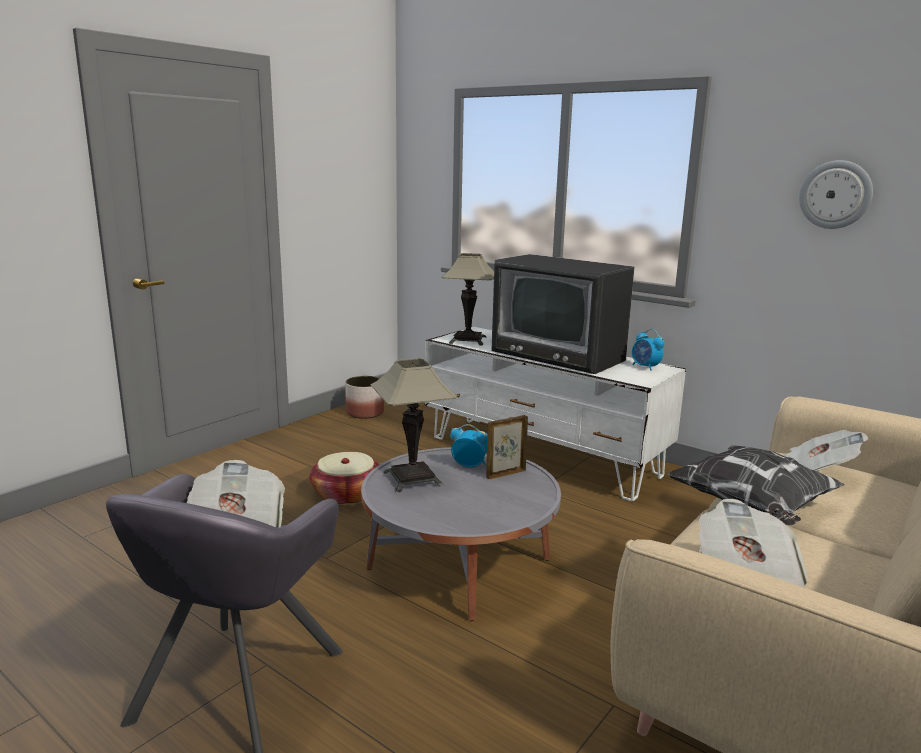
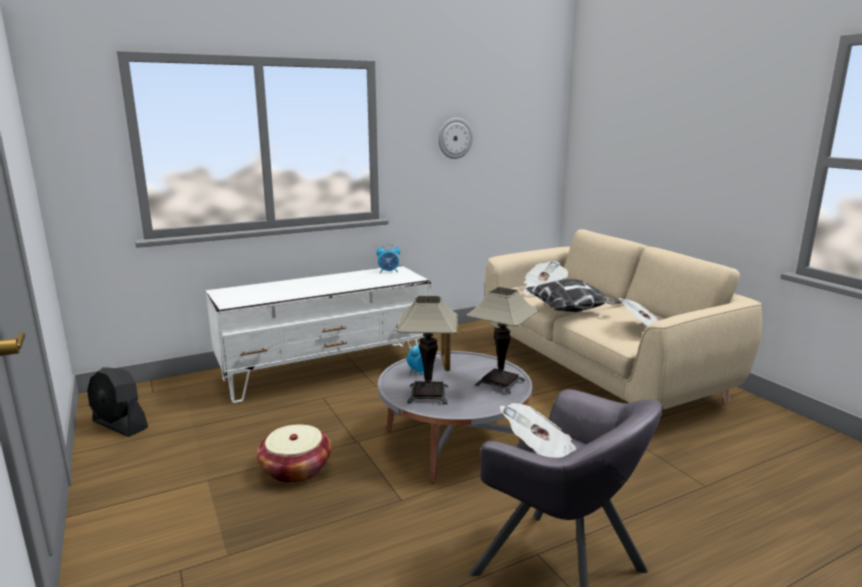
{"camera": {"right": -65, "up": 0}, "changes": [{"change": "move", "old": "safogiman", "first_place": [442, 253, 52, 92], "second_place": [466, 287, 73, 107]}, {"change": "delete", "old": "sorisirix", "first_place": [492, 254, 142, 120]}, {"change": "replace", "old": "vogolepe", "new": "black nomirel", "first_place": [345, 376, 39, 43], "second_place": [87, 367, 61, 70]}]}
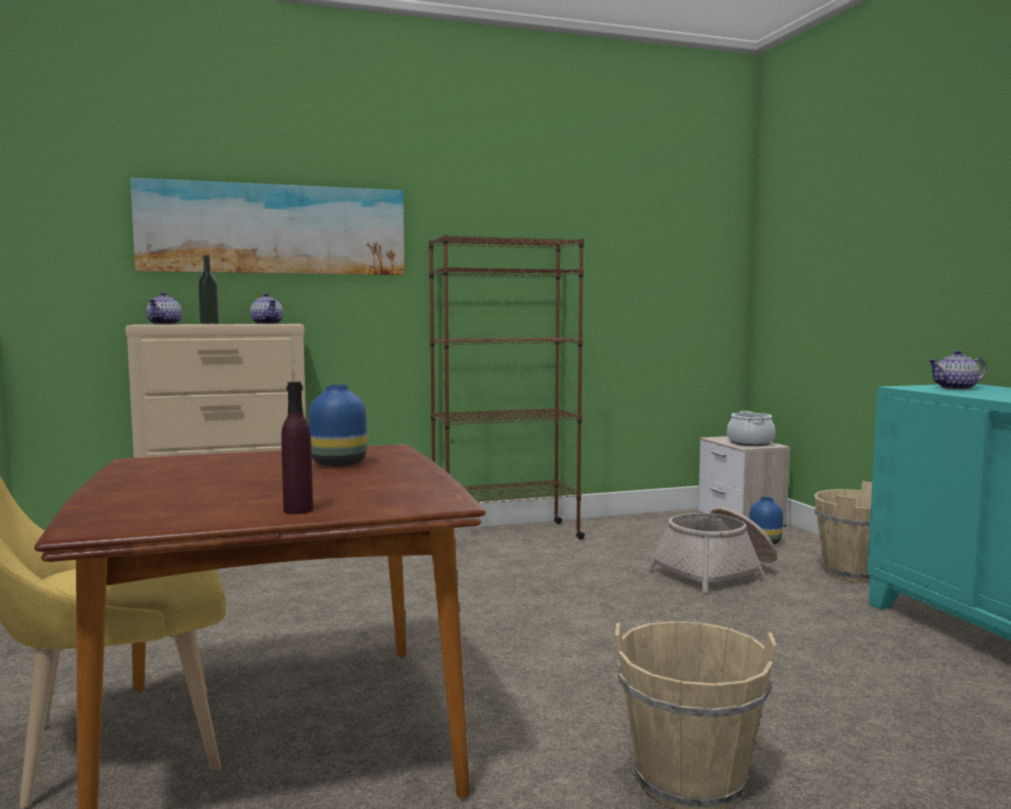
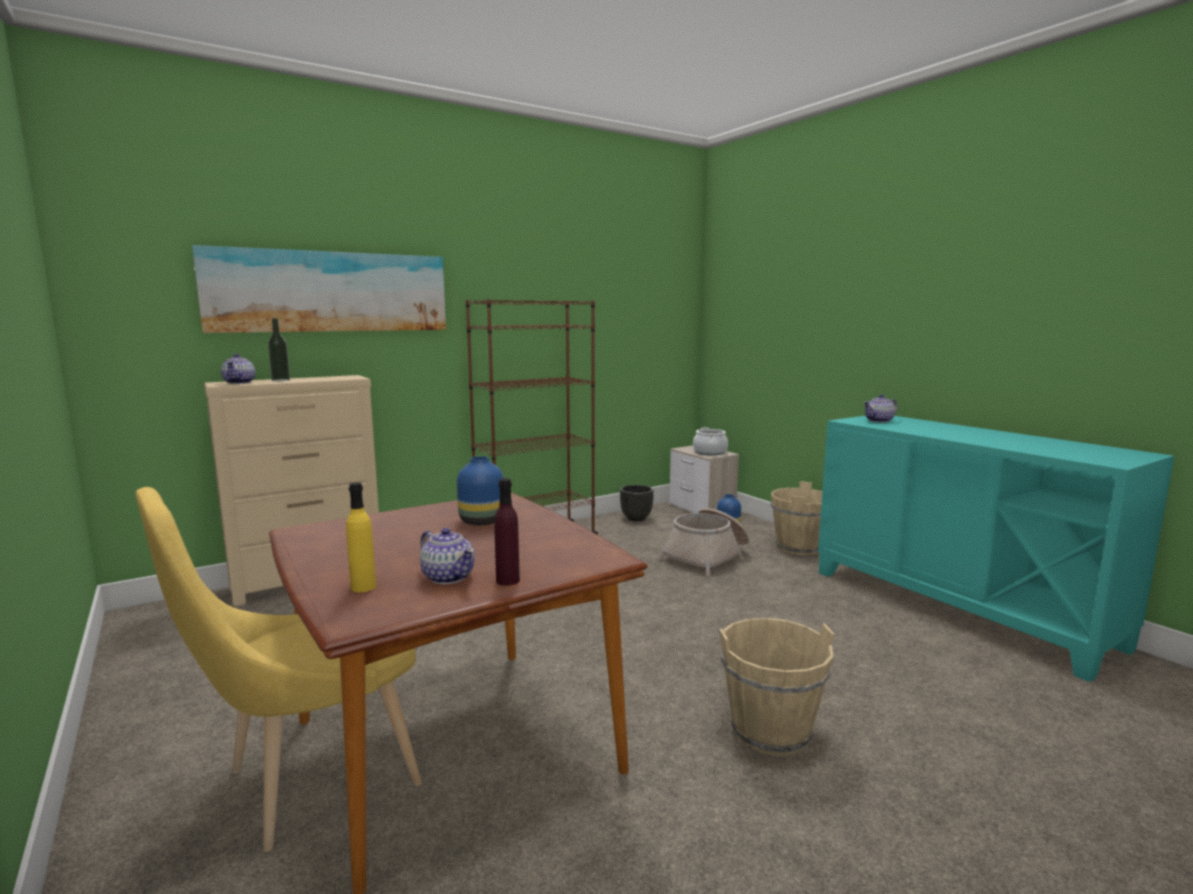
{"camera": {"right": -15, "up": 5}, "changes": [{"change": "move", "old": "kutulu", "first_place": [250, 293, 33, 31], "second_place": [420, 528, 55, 56]}, {"change": "insert", "new": "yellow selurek", "second_place": [346, 482, 30, 110]}, {"change": "insert", "new": "black vogolepe", "second_place": [620, 485, 34, 36]}]}
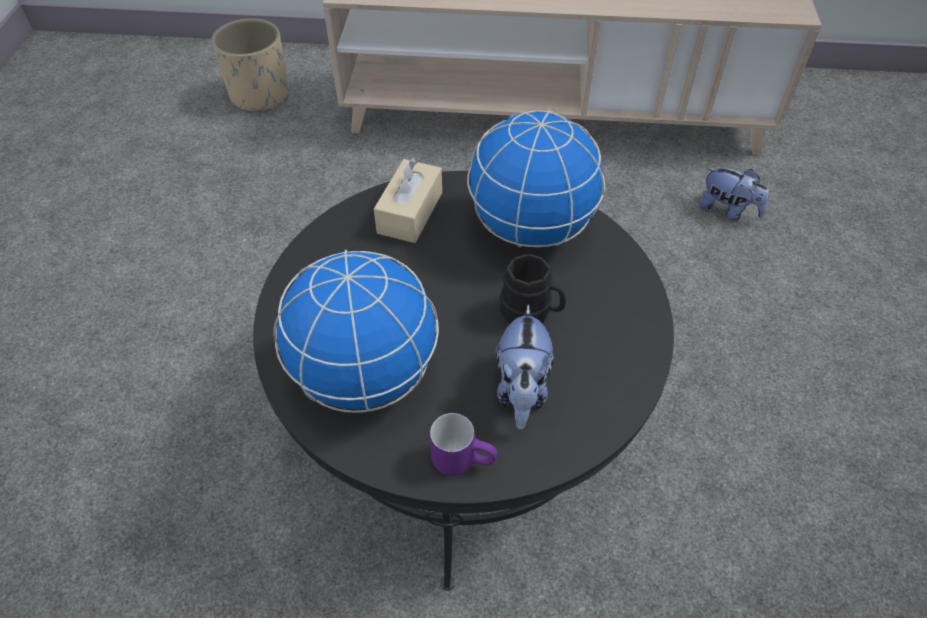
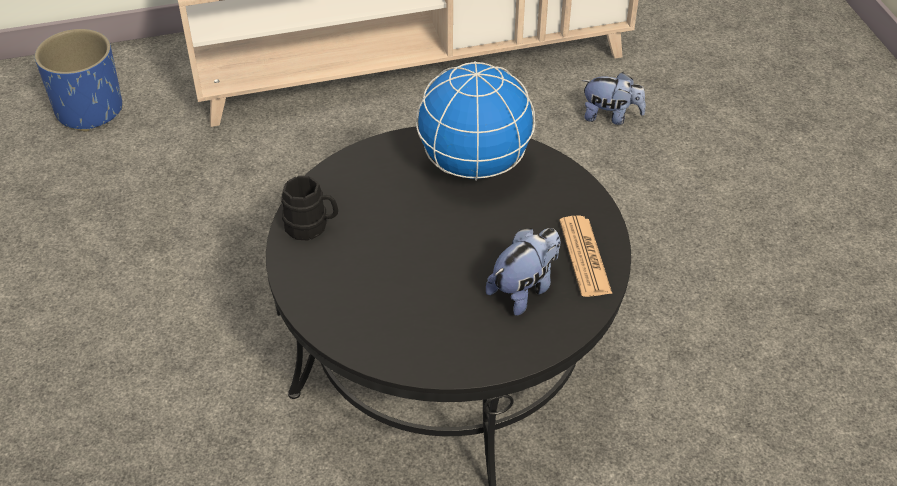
{"camera": {"right": -20, "up": -5}, "changes": [{"change": "recolor", "old": "beige vogolepe", "new": "blue vogolepe", "first_place": [211, 18, 78, 95], "second_place": [35, 29, 88, 102]}, {"change": "delete", "old": "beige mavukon", "first_place": [374, 157, 68, 86]}, {"change": "delete", "old": "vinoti", "first_place": [273, 250, 166, 163]}, {"change": "move", "old": "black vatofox", "first_place": [500, 254, 66, 70], "second_place": [281, 176, 57, 65]}, {"change": "rotate", "old": "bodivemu", "first_place": [495, 304, 59, 126], "second_place": [486, 228, 74, 88], "degrees": -120}, {"change": "delete", "old": "purple vatofox", "first_place": [430, 413, 67, 63]}, {"change": "insert", "new": "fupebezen", "second_place": [559, 216, 53, 81]}]}
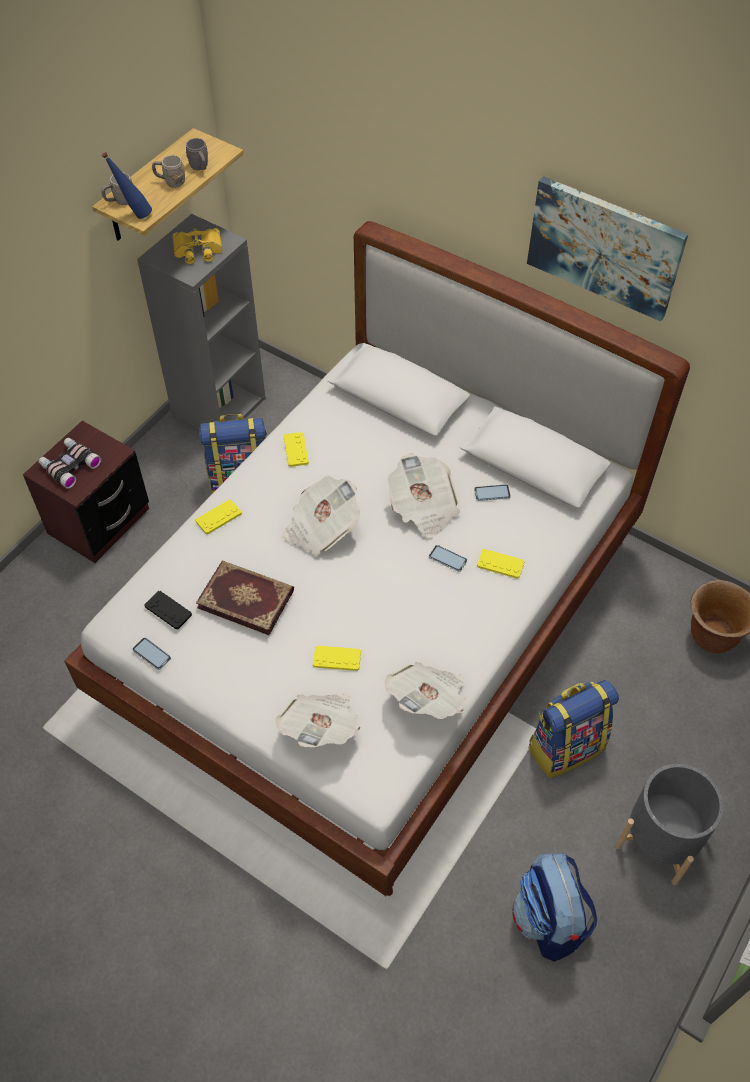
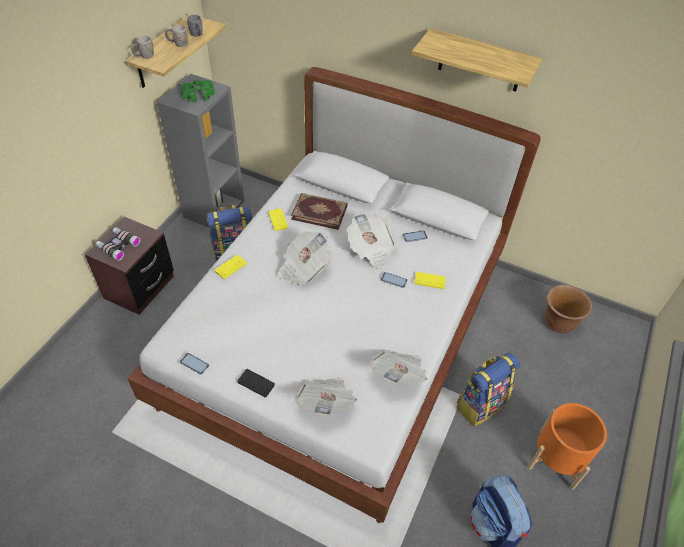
{"camera": {"right": -10, "up": -5}, "changes": [{"change": "delete", "old": "blue selurek", "first_place": [102, 152, 50, 67]}, {"change": "replace", "old": "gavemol", "new": "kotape", "first_place": [527, 176, 161, 145], "second_place": [411, 28, 131, 64]}, {"change": "recolor", "old": "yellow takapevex", "new": "green takapevex", "first_place": [173, 228, 50, 36], "second_place": [180, 79, 35, 24]}, {"change": "move", "old": "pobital", "first_place": [196, 560, 98, 75], "second_place": [291, 193, 57, 37]}, {"change": "move", "old": "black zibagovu", "first_place": [144, 591, 48, 39], "second_place": [237, 369, 38, 28]}, {"change": "delete", "old": "yellow zibagovu", "first_place": [313, 646, 48, 25]}, {"change": "recolor", "old": "grey vogolepe", "new": "orange vogolepe", "first_place": [615, 764, 109, 121], "second_place": [528, 403, 79, 87]}]}
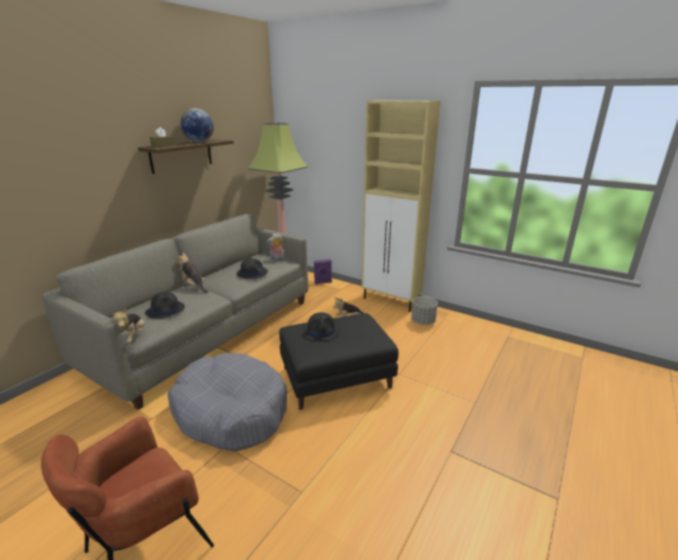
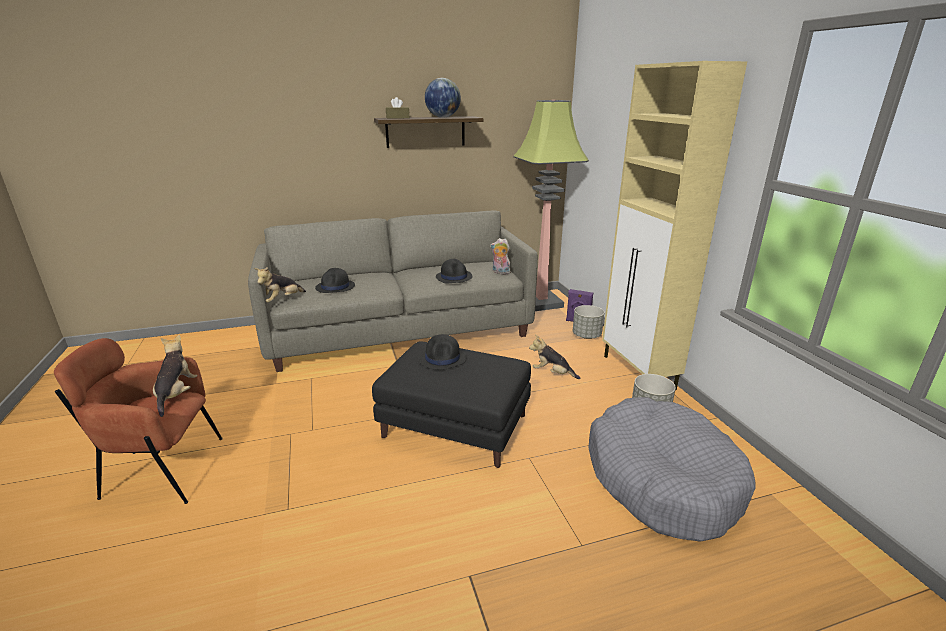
{"camera": {"right": 40, "up": 0}, "changes": [{"change": "move", "old": "bodivemu", "first_place": [178, 253, 30, 40], "second_place": [153, 335, 44, 82]}, {"change": "move", "old": "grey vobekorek", "first_place": [168, 353, 119, 98], "second_place": [588, 397, 168, 145]}, {"change": "insert", "new": "grey vogolepe", "second_place": [573, 305, 31, 34]}]}
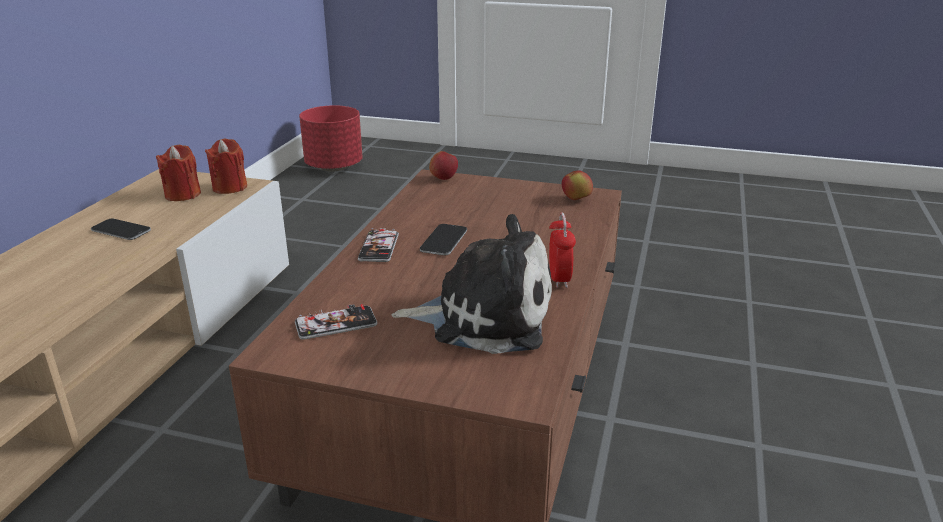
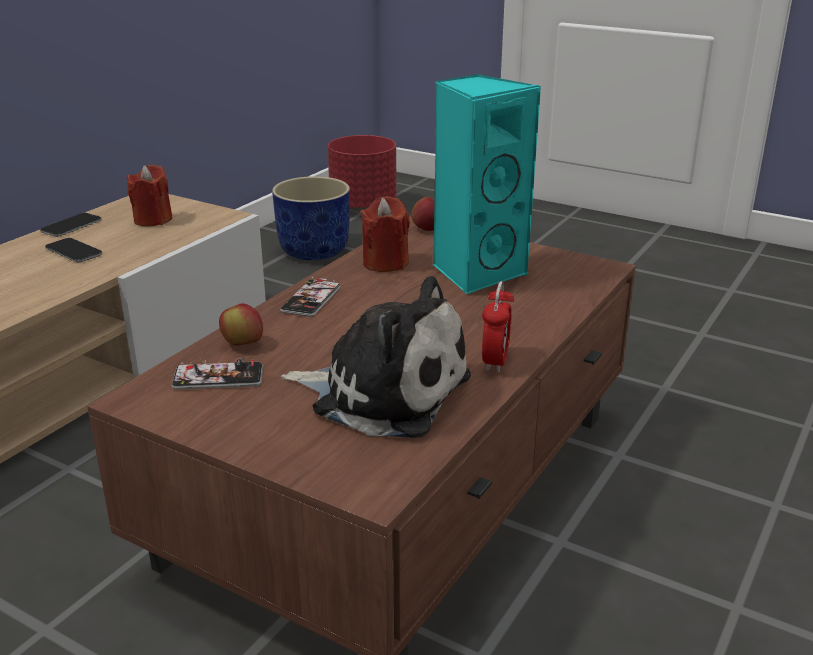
{"camera": {"right": 15, "up": 0}, "changes": [{"change": "move", "old": "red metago", "first_place": [205, 139, 42, 55], "second_place": [361, 196, 49, 76]}, {"change": "move", "old": "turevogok", "first_place": [562, 170, 31, 30], "second_place": [219, 303, 44, 43]}, {"change": "move", "old": "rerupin", "first_place": [420, 224, 47, 31], "second_place": [40, 213, 61, 24]}, {"change": "insert", "new": "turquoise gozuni", "second_place": [433, 74, 108, 220]}, {"change": "insert", "new": "blue vogolepe", "second_place": [272, 176, 78, 84]}]}
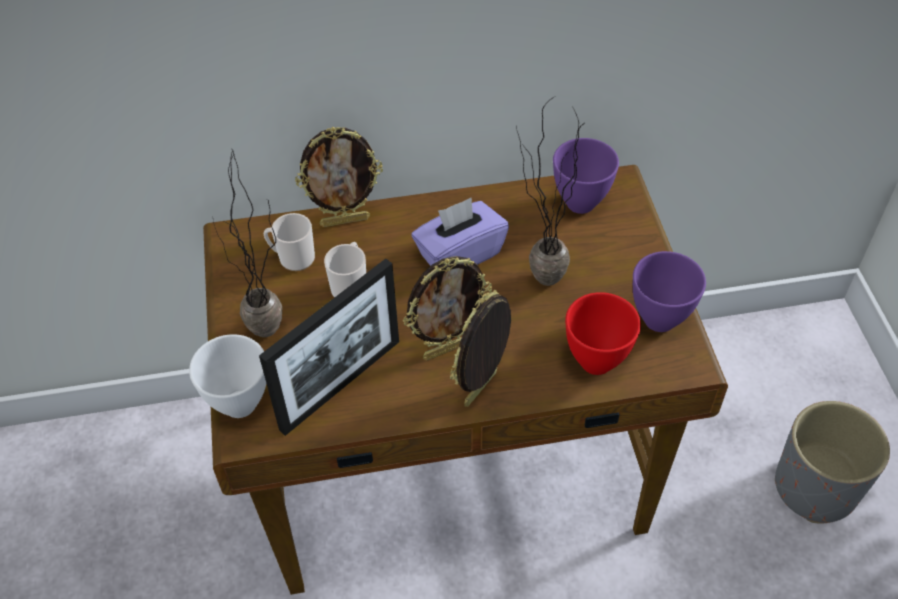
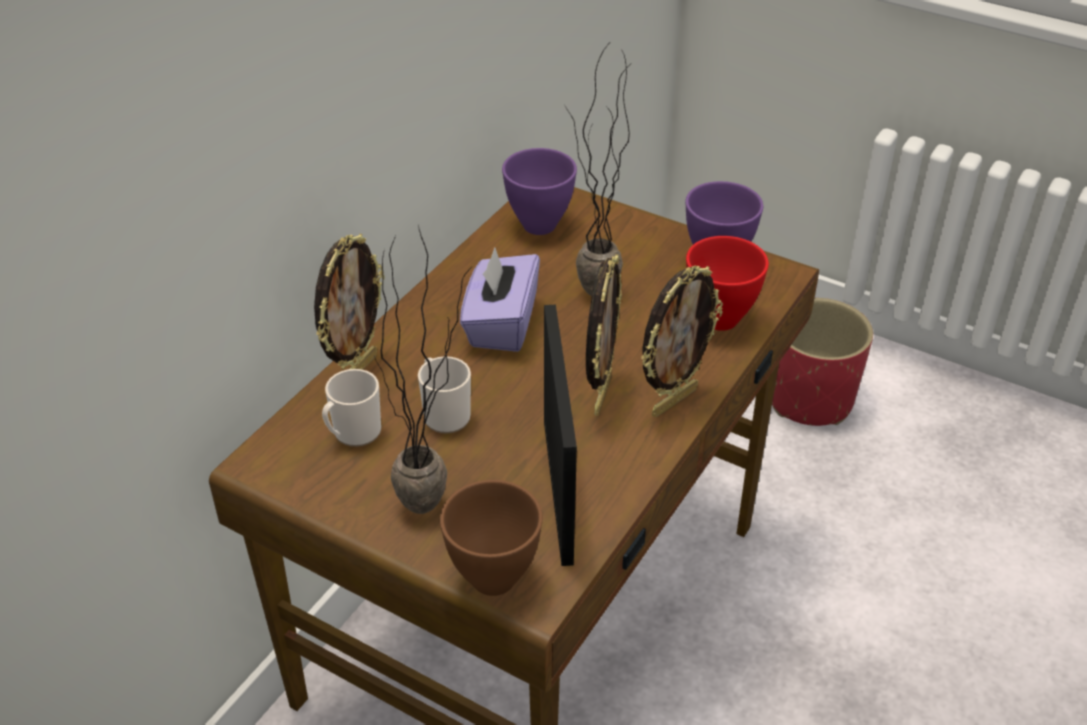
{"camera": {"right": -50, "up": -10}, "changes": [{"change": "rotate", "old": "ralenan", "first_place": [450, 290, 61, 117], "second_place": [641, 265, 82, 153], "degrees": -120}, {"change": "recolor", "old": "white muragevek", "new": "brown muragevek", "first_place": [189, 334, 77, 84], "second_place": [440, 480, 103, 116]}, {"change": "recolor", "old": "grey vogolepe", "new": "red vogolepe", "first_place": [775, 401, 115, 123], "second_place": [772, 298, 101, 128]}]}
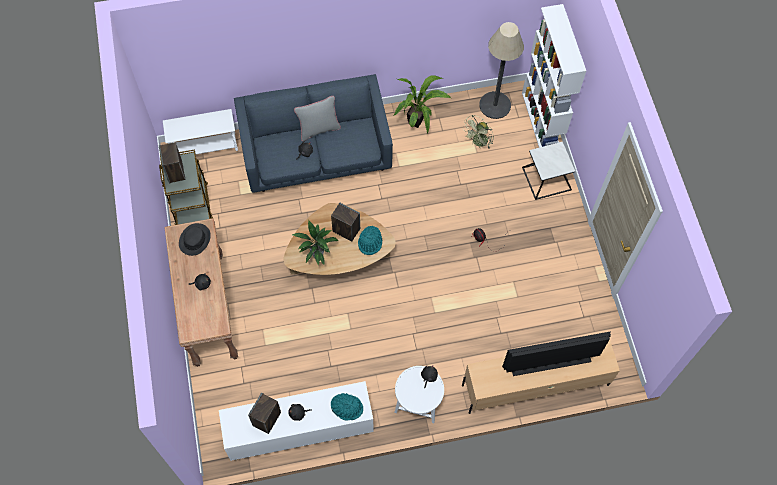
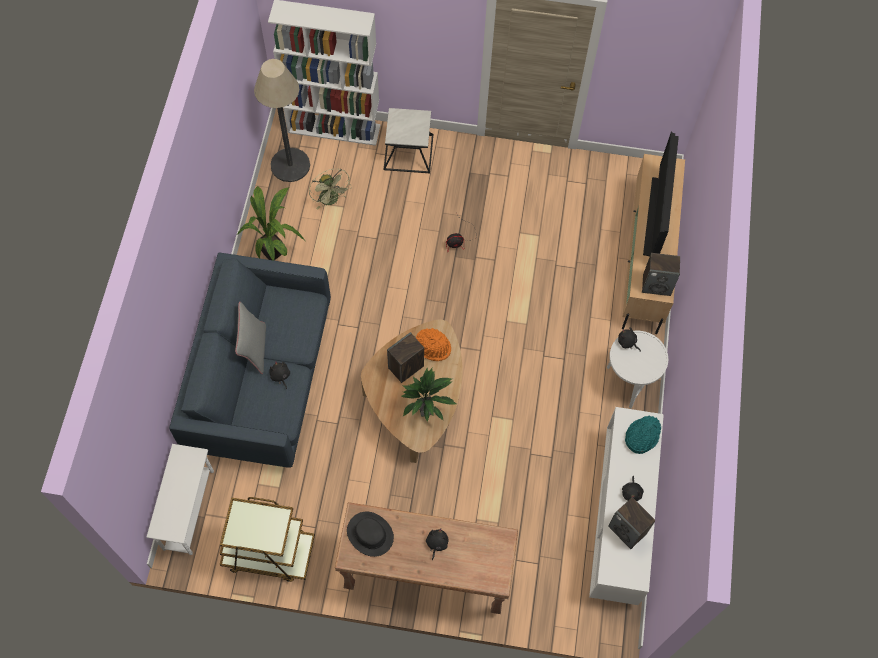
{"camera": {"right": -70, "up": 0}, "changes": [{"change": "move", "old": "gozuni", "first_place": [159, 142, 26, 41], "second_place": [642, 253, 38, 43]}, {"change": "recolor", "old": "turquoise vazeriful", "new": "orange vazeriful", "first_place": [358, 226, 24, 29], "second_place": [416, 328, 35, 33]}]}
